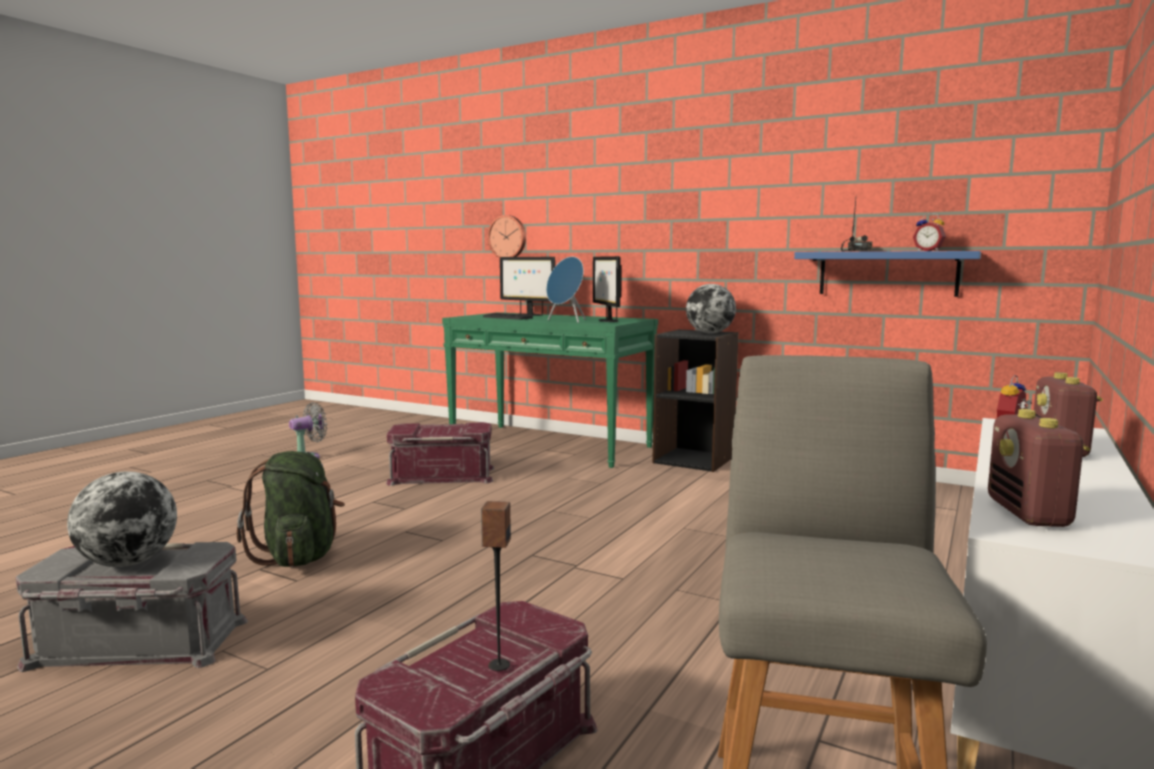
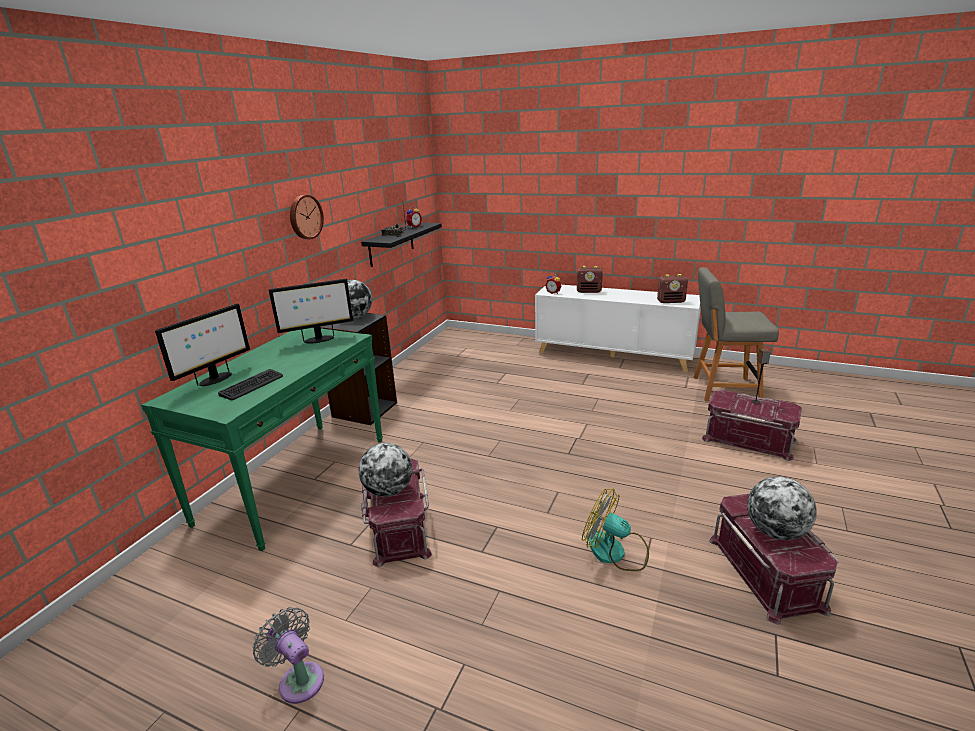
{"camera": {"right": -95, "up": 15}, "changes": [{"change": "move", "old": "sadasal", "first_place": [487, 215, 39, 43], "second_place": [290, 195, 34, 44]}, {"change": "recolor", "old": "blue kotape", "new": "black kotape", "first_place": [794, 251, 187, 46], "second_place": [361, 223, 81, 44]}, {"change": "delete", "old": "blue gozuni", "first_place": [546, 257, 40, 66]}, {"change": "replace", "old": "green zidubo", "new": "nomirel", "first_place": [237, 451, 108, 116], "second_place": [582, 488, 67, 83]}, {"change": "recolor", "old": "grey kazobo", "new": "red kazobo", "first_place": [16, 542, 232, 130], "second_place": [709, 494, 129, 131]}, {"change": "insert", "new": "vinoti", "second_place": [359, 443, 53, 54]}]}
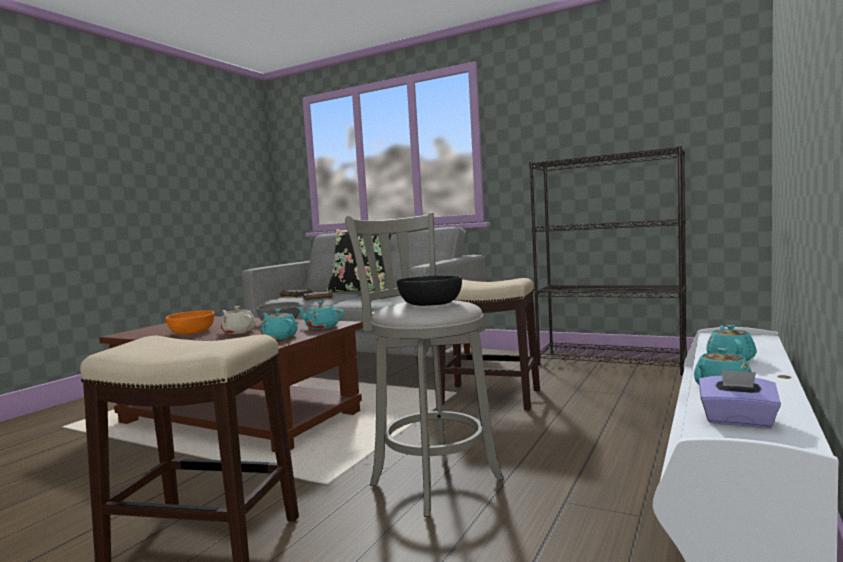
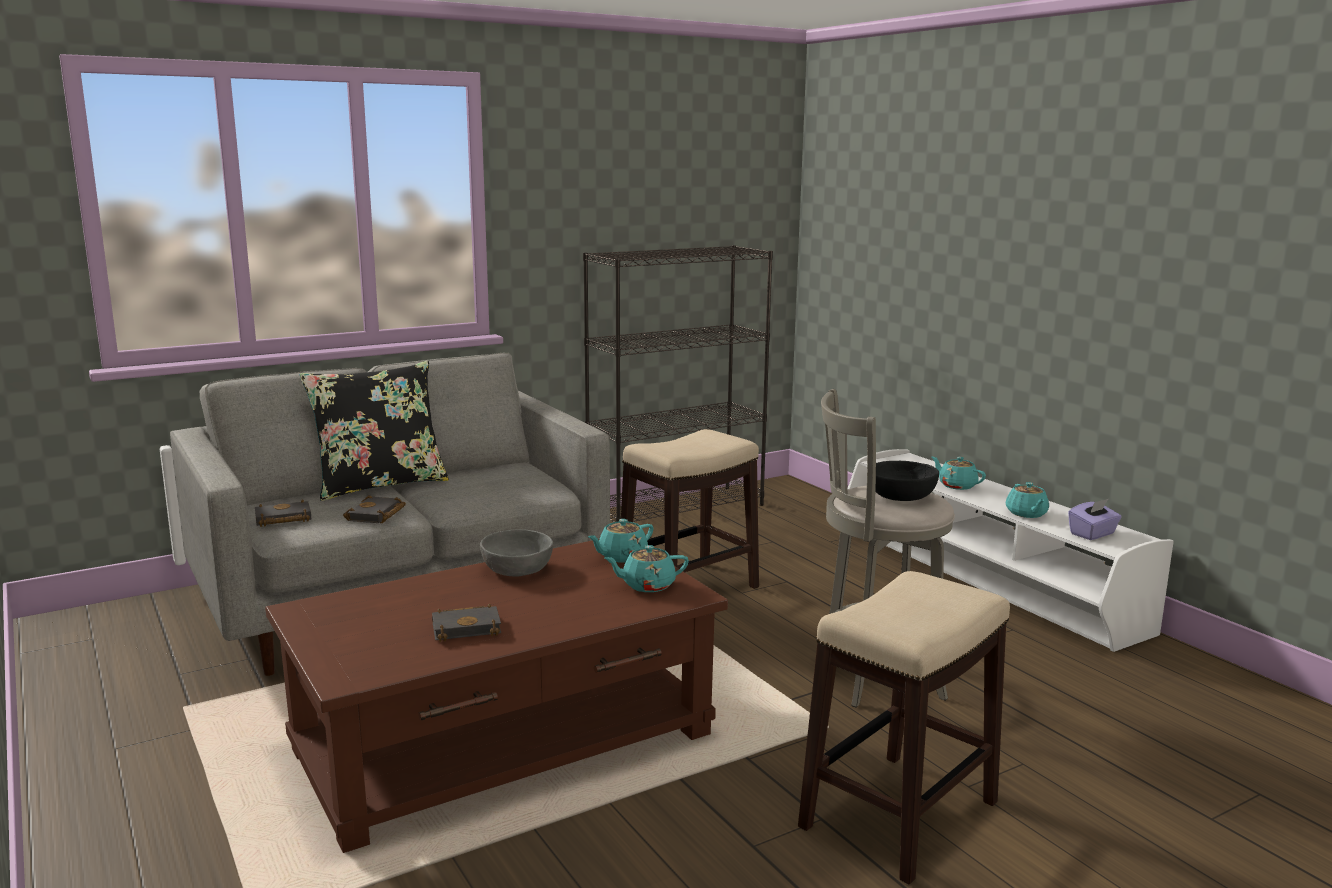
{"camera": {"right": -60, "up": 10}, "changes": [{"change": "delete", "old": "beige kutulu", "first_place": [221, 306, 35, 28]}, {"change": "replace", "old": "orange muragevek", "new": "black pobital", "first_place": [165, 310, 49, 24], "second_place": [432, 604, 69, 38]}]}
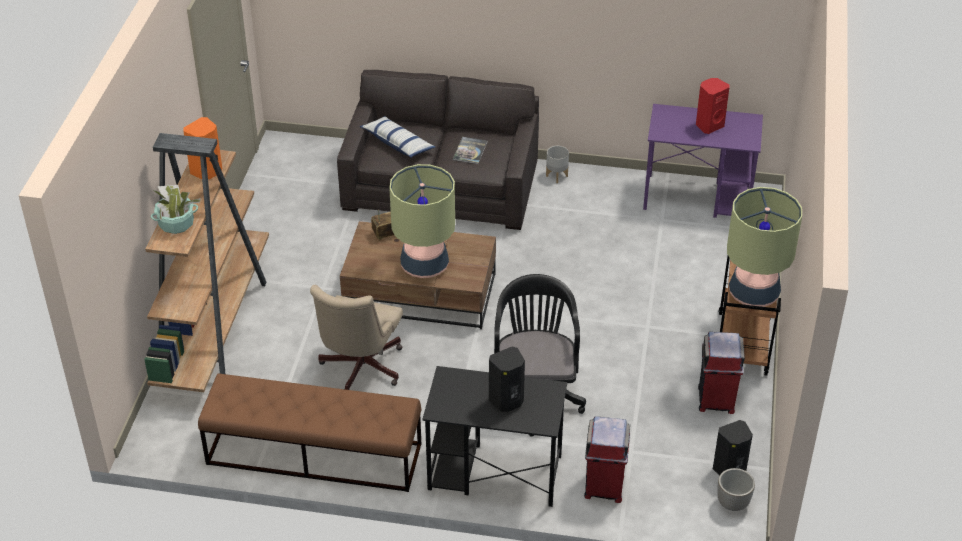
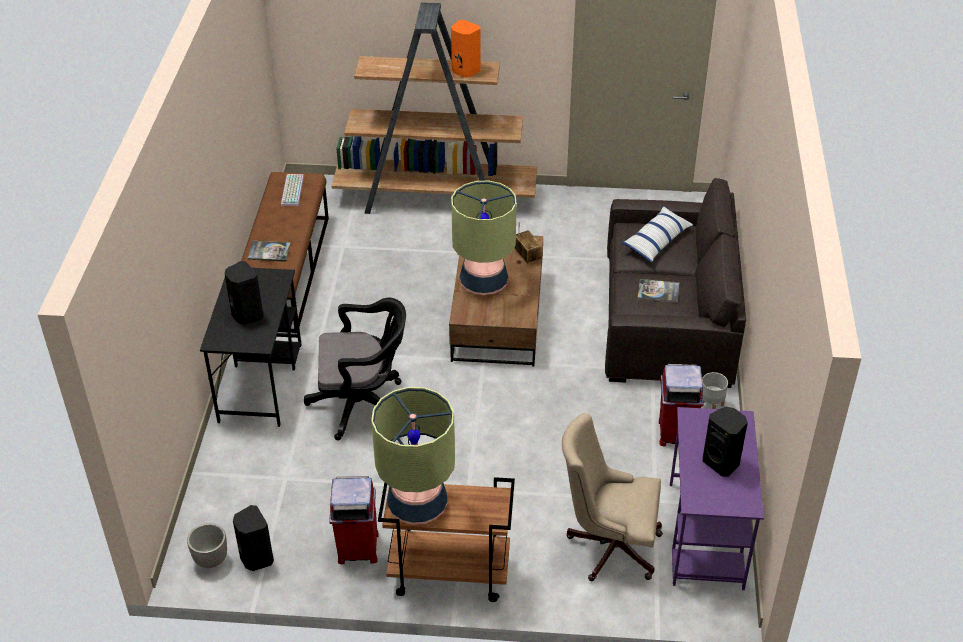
{"camera": {"right": 85, "up": 0}, "changes": [{"change": "recolor", "old": "red gozuni", "new": "black gozuni", "first_place": [696, 78, 34, 56], "second_place": [703, 406, 45, 71]}, {"change": "delete", "old": "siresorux", "first_place": [151, 185, 50, 49]}, {"change": "move", "old": "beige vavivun", "first_place": [310, 285, 93, 105], "second_place": [562, 413, 101, 168]}, {"change": "move", "old": "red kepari", "first_place": [584, 416, 46, 87], "second_place": [659, 364, 44, 82]}, {"change": "insert", "new": "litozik", "second_place": [281, 174, 23, 32]}, {"change": "insert", "new": "pobital", "second_place": [248, 241, 43, 21]}]}
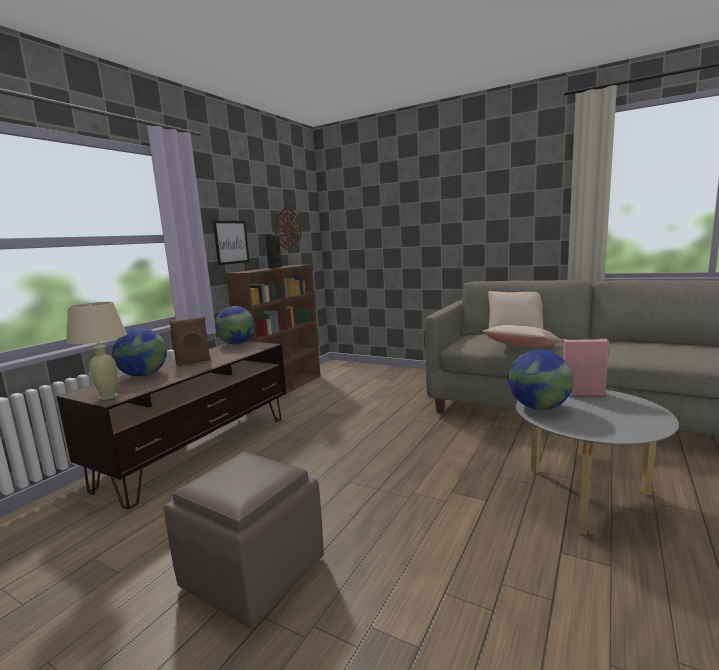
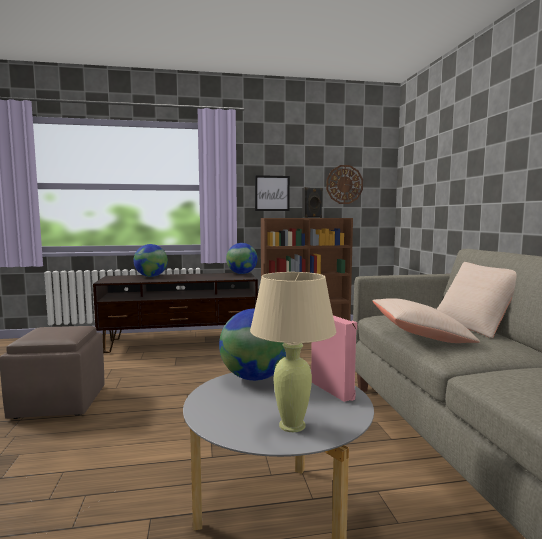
{"camera": {"right": 50, "up": -5}, "changes": [{"change": "move", "old": "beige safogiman", "first_place": [66, 302, 61, 98], "second_place": [250, 272, 86, 160]}, {"change": "delete", "old": "brown gozuni", "first_place": [170, 316, 41, 51]}]}
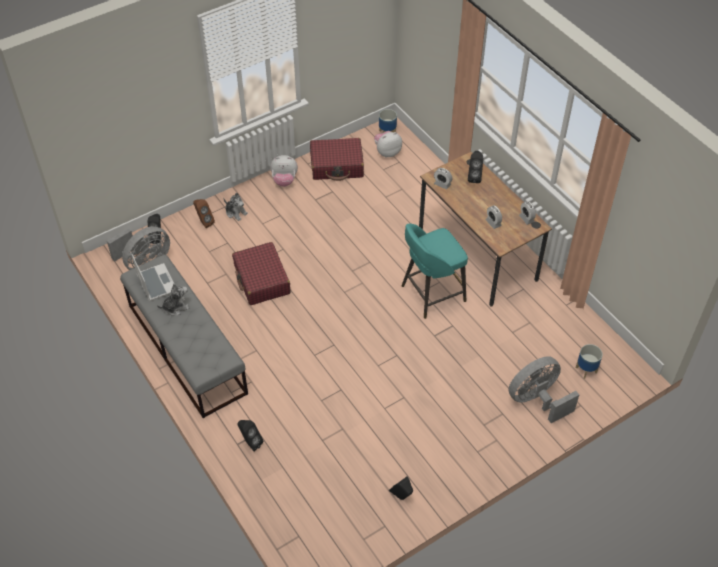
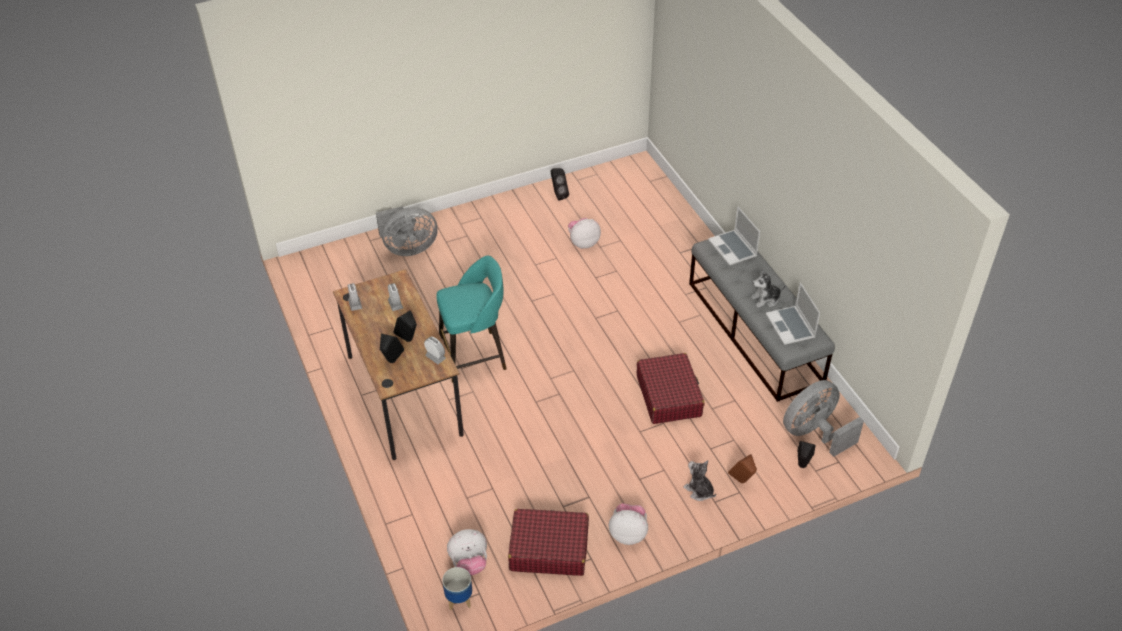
{"camera": {"right": -170, "up": -5}, "changes": [{"change": "delete", "old": "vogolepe", "first_place": [576, 344, 27, 35]}, {"change": "move", "old": "black gozuni", "first_place": [237, 420, 26, 32], "second_place": [394, 310, 23, 32]}, {"change": "insert", "new": "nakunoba", "second_place": [708, 207, 52, 59]}, {"change": "insert", "new": "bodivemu", "second_place": [568, 218, 33, 31]}]}
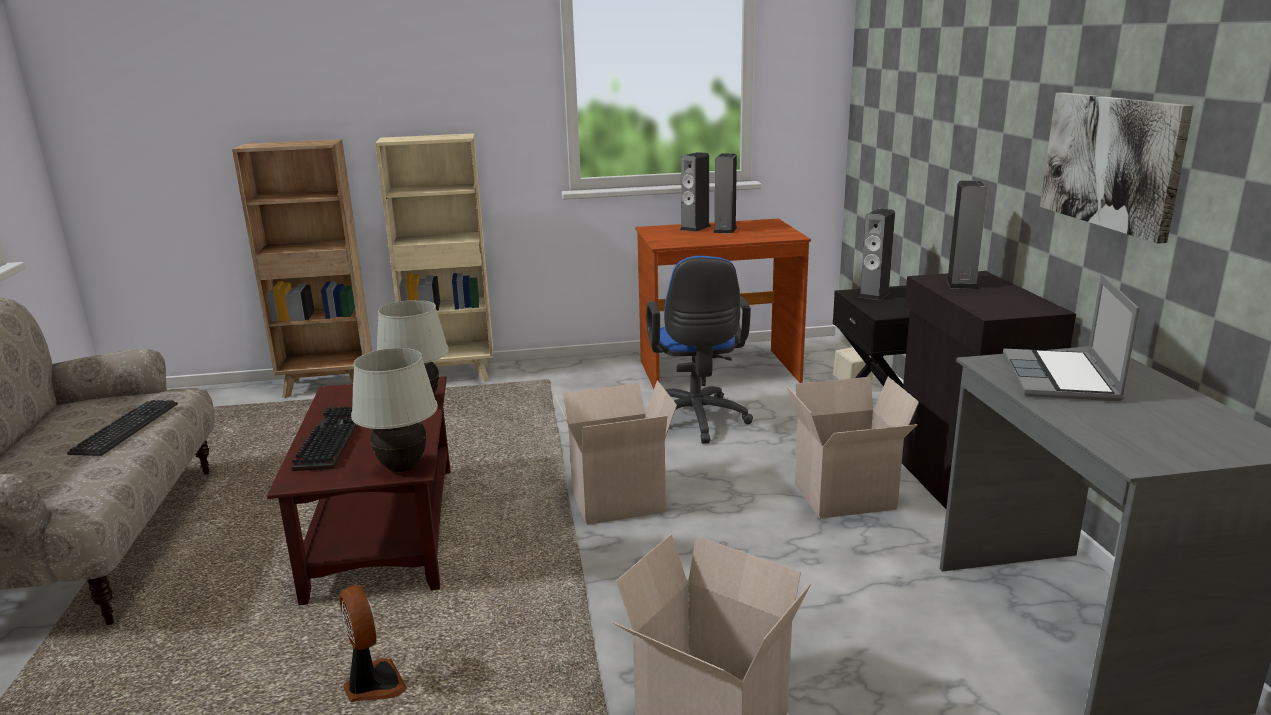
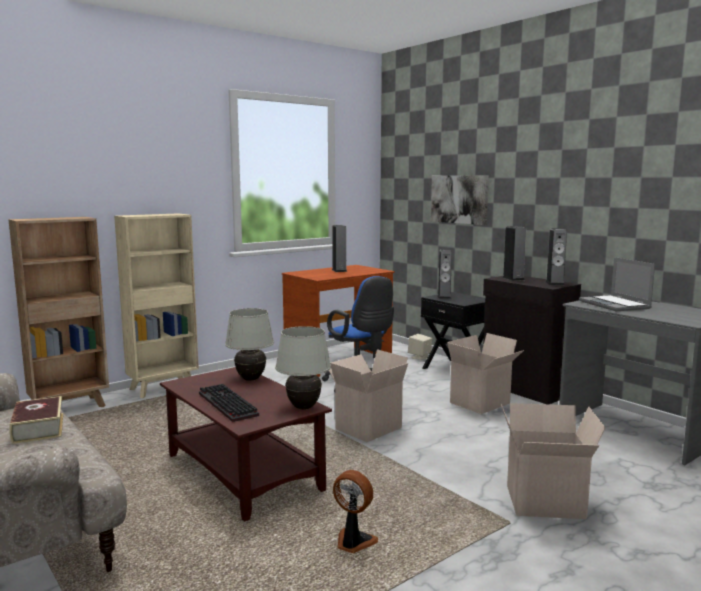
{"camera": {"right": -30, "up": -10}, "changes": [{"change": "move", "old": "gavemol", "first_place": [1040, 92, 154, 152], "second_place": [431, 175, 58, 50]}, {"change": "move", "old": "gozuni", "first_place": [680, 152, 31, 80], "second_place": [545, 228, 22, 57]}, {"change": "replace", "old": "litozik", "new": "pobital", "first_place": [67, 400, 111, 56], "second_place": [9, 396, 54, 48]}]}
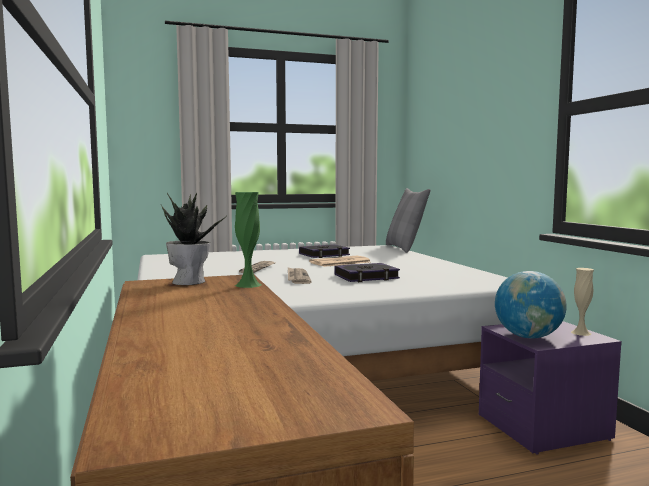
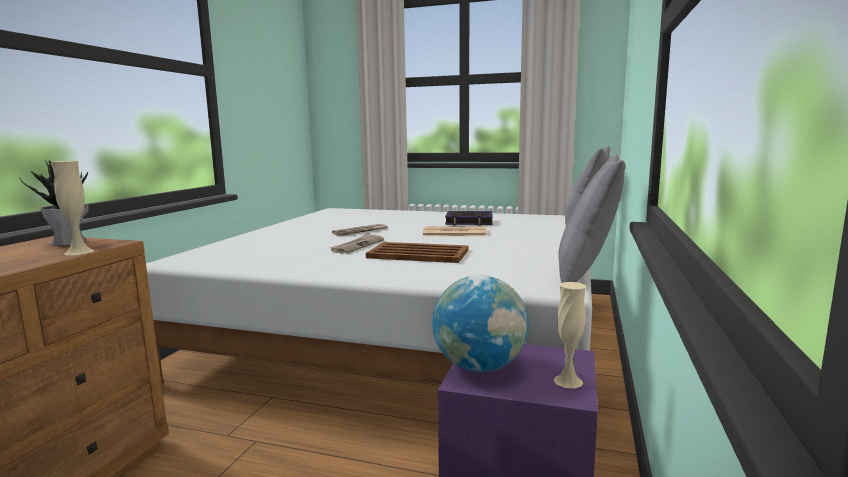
{"camera": {"right": 35, "up": 5}, "changes": [{"change": "recolor", "old": "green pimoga", "new": "beige pimoga", "first_place": [235, 192, 27, 96], "second_place": [51, 161, 43, 94]}, {"change": "replace", "old": "pobital", "new": "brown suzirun", "first_place": [334, 263, 66, 19], "second_place": [366, 242, 103, 21]}, {"change": "insert", "new": "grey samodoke", "second_place": [559, 154, 66, 129]}]}
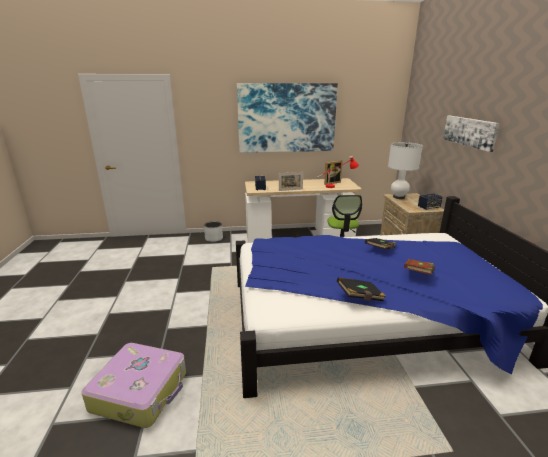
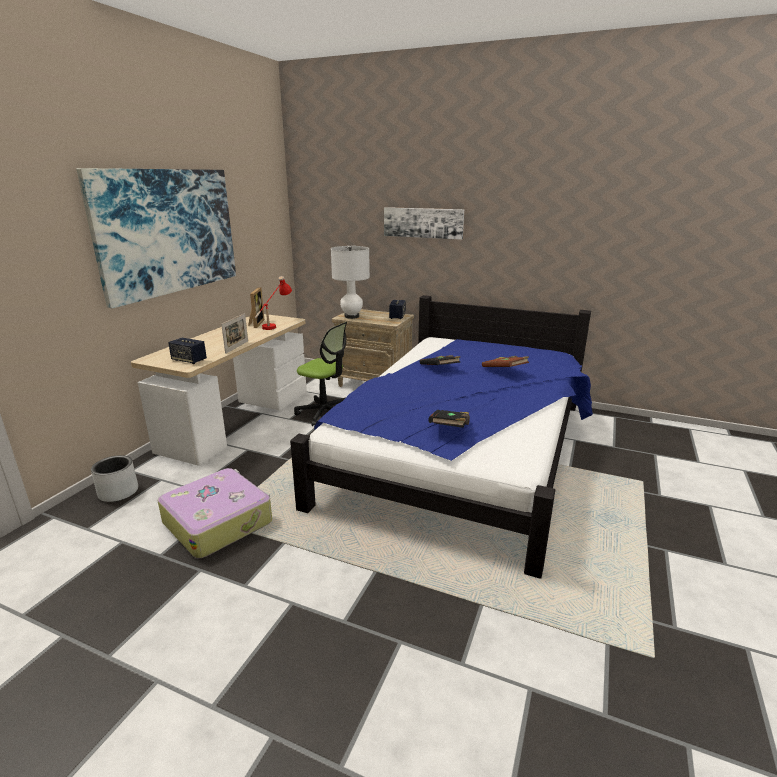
{"camera": {"right": -60, "up": 0}, "changes": [{"change": "move", "old": "black pobital", "first_place": [337, 277, 49, 24], "second_place": [428, 410, 42, 18]}, {"change": "move", "old": "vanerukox", "first_place": [82, 343, 104, 85], "second_place": [157, 468, 115, 91]}]}
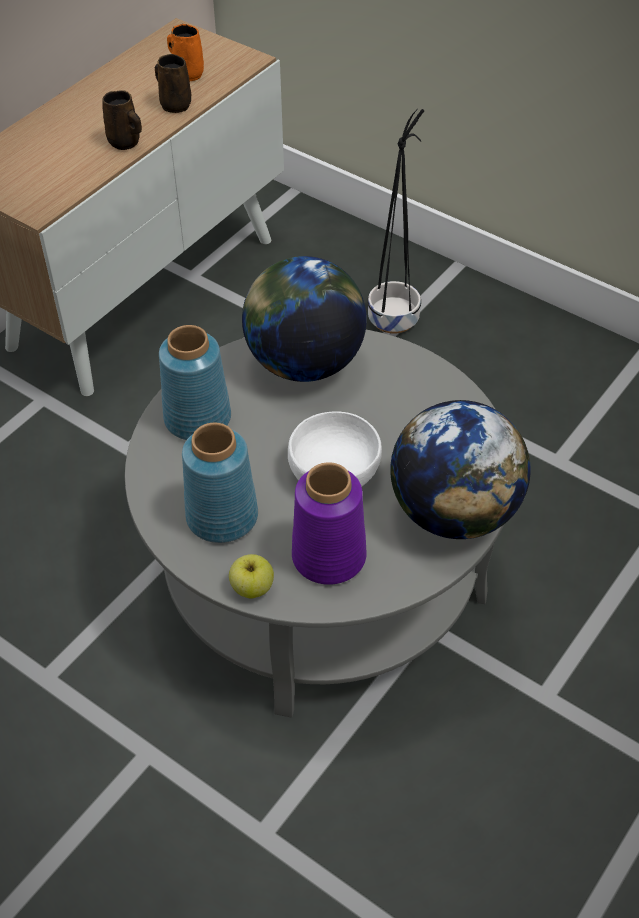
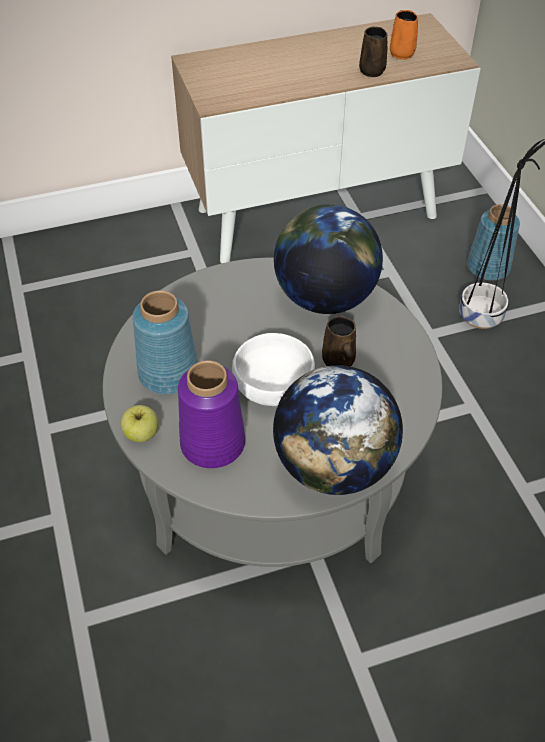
{"camera": {"right": 35, "up": 0}, "changes": [{"change": "move", "old": "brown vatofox", "first_place": [102, 90, 40, 60], "second_place": [322, 316, 34, 51]}, {"change": "move", "old": "blue pimoga", "first_place": [159, 325, 72, 115], "second_place": [467, 204, 53, 76]}]}
